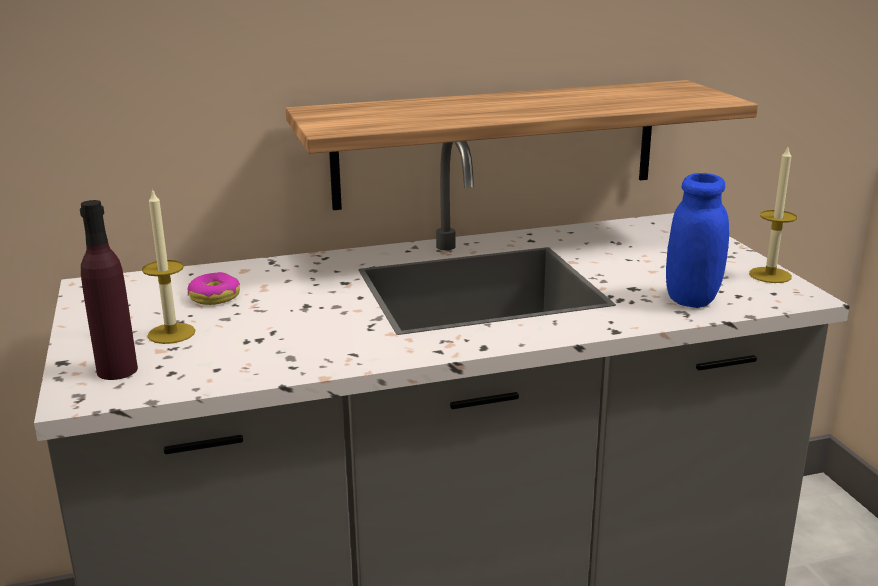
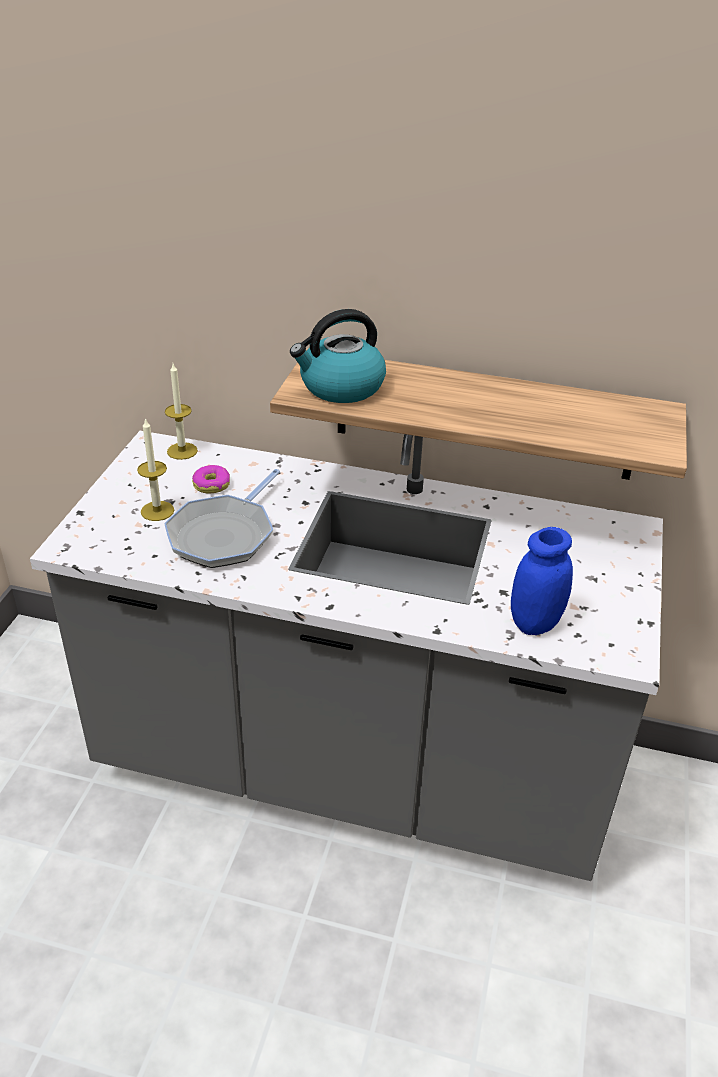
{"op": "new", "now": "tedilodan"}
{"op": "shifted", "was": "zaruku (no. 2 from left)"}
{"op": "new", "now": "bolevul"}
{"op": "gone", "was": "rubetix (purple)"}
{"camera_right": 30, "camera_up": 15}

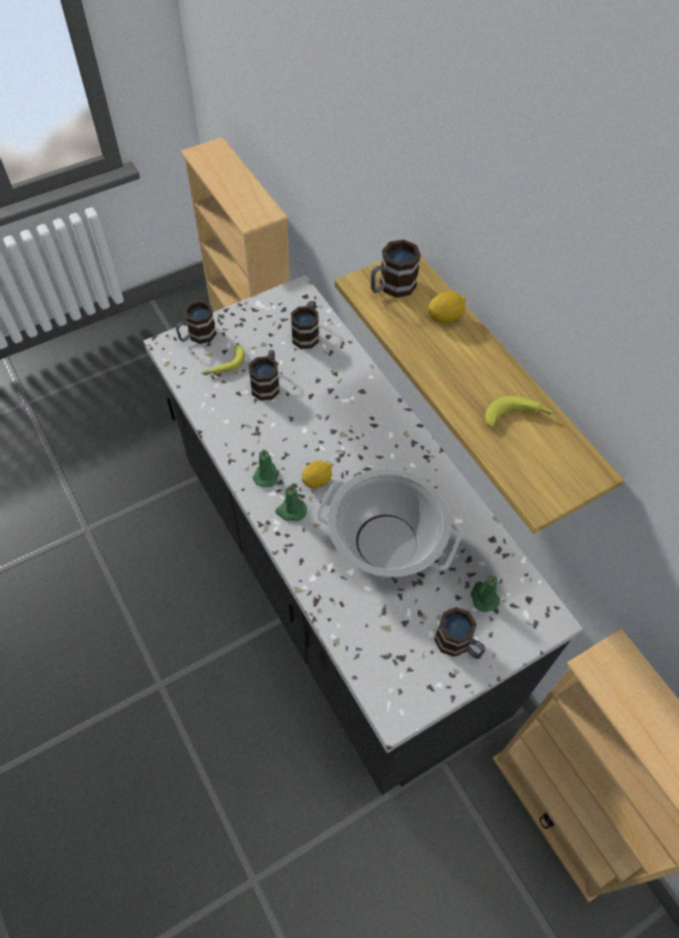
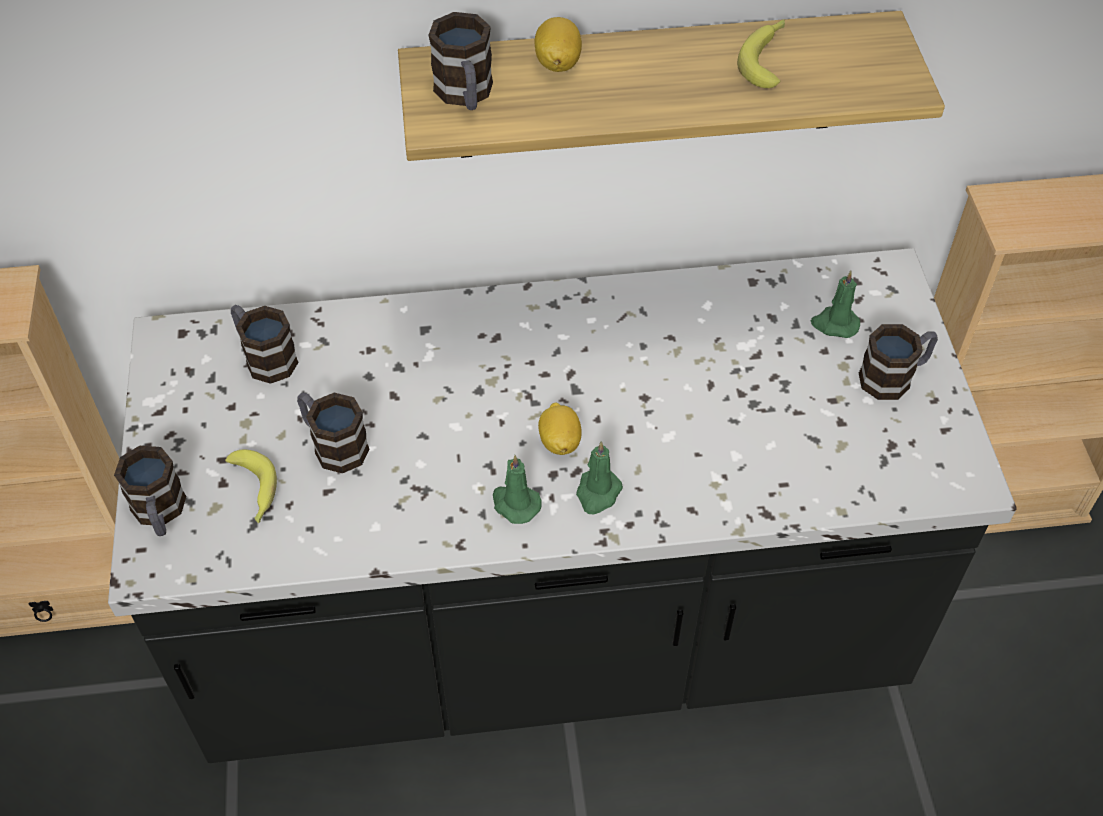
{"op": "gone", "was": "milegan"}
{"camera_right": -65, "camera_up": -5}

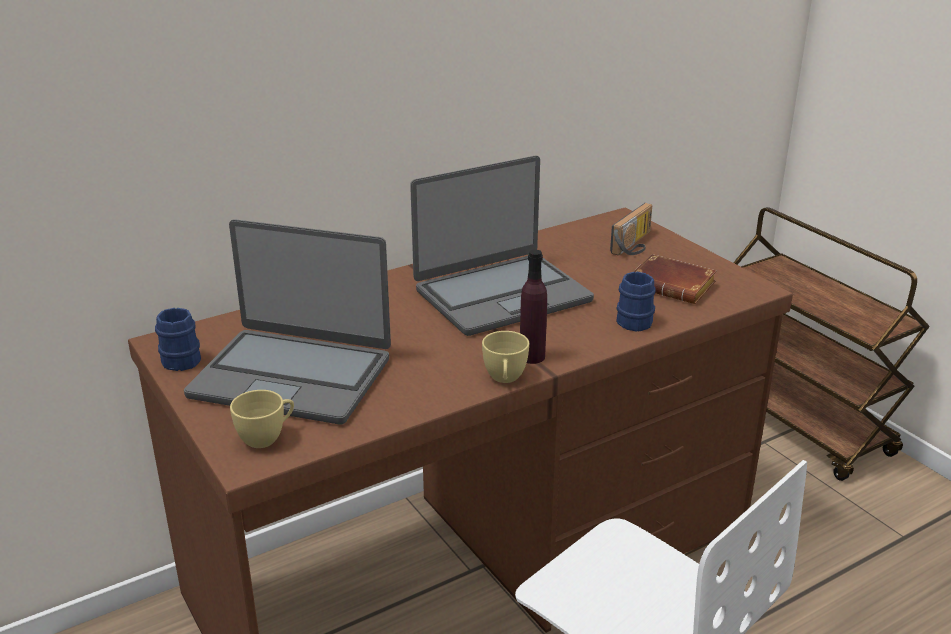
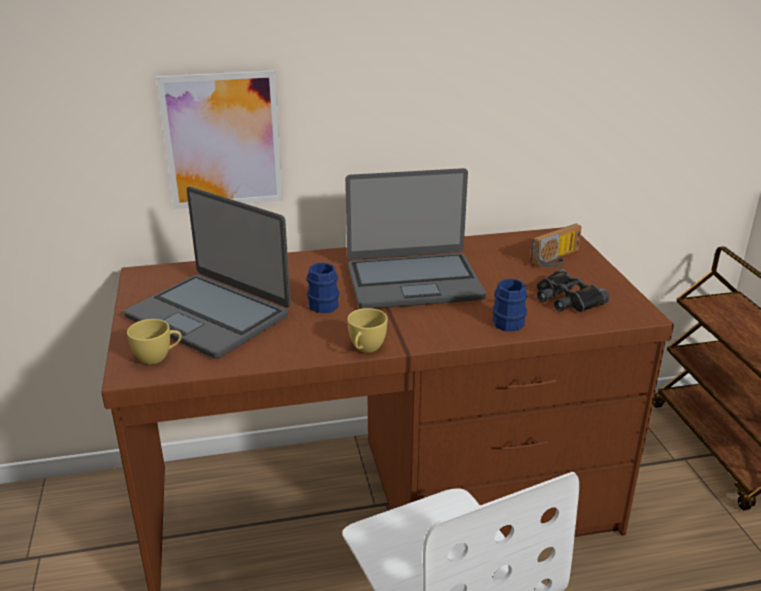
{"op": "new", "now": "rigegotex"}
{"op": "shifted", "was": "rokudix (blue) (no. 1 from left)"}
{"op": "swapped", "was": "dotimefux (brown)", "now": "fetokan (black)"}
{"op": "gone", "was": "rubetix (purple)"}
{"camera_right": 20, "camera_up": 0}

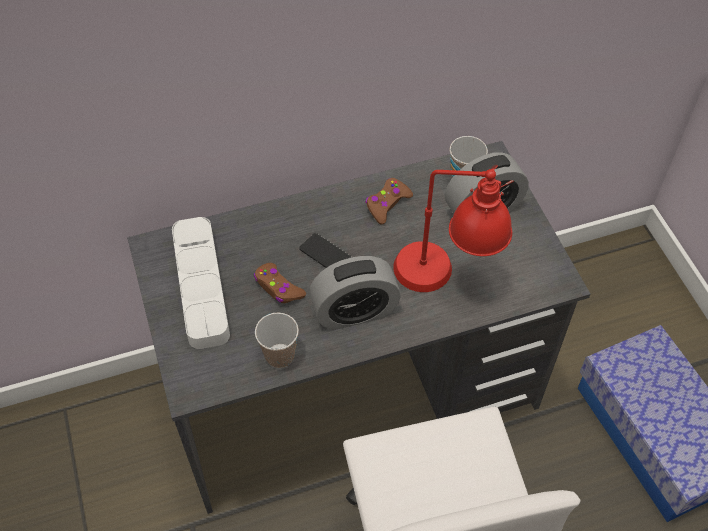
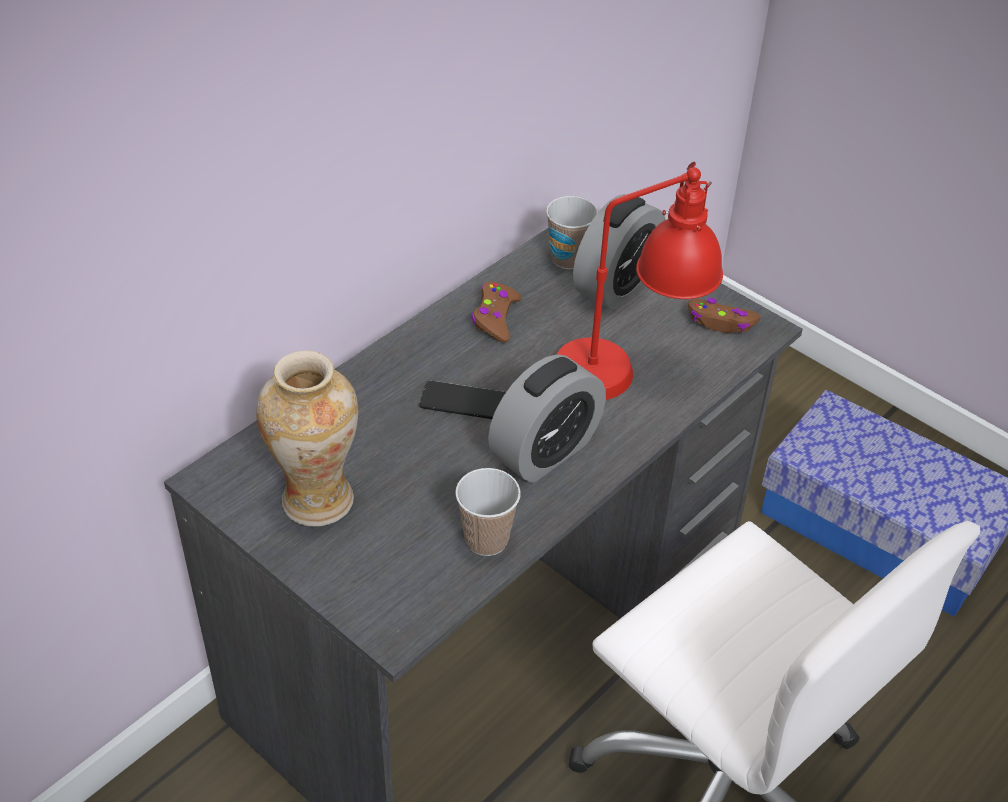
{"op": "swapped", "was": "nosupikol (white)", "now": "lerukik"}
{"op": "shifted", "was": "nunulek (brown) (no. 1 from left in the first image)", "now": "nunulek (brown) (no. 2 from left)"}
{"camera_right": -30, "camera_up": -10}

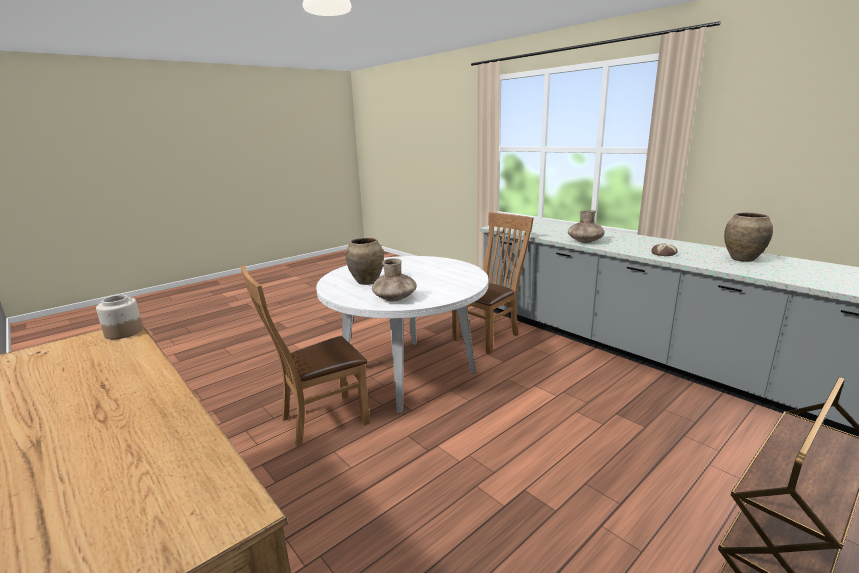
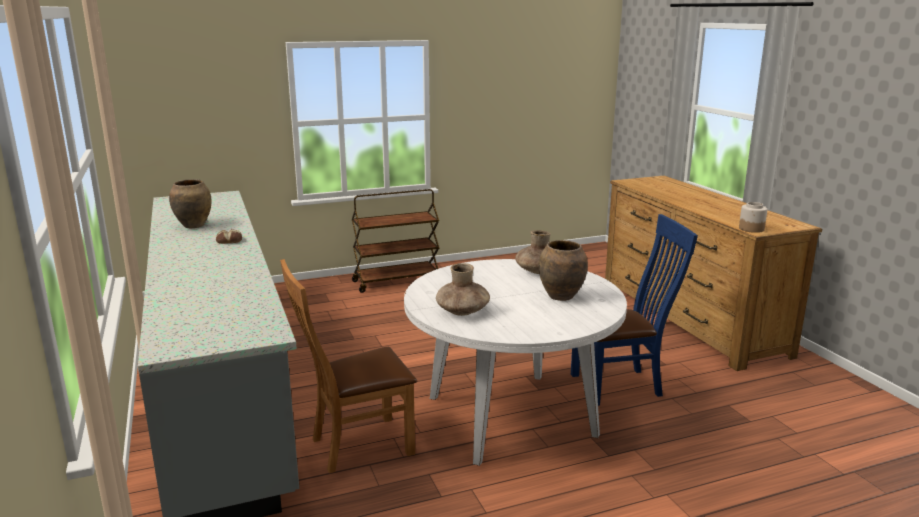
{"op": "shifted", "was": "lerukik (brown) (no. 3 from left in the first image)", "now": "lerukik (brown) (no. 2 from left)"}
{"op": "repainted", "was": "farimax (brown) (no. 1 from left)", "now": "farimax (blue)"}
{"camera_right": -160, "camera_up": 0}

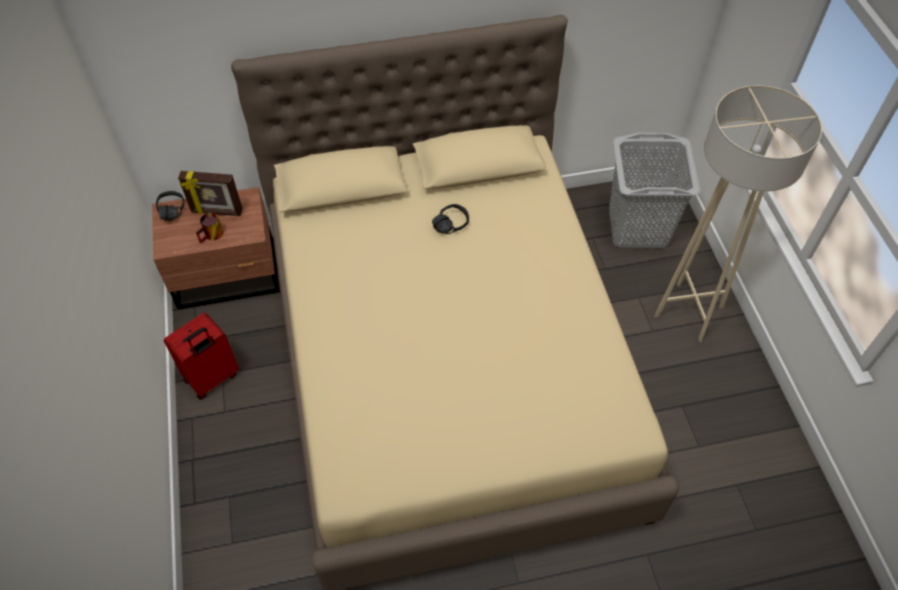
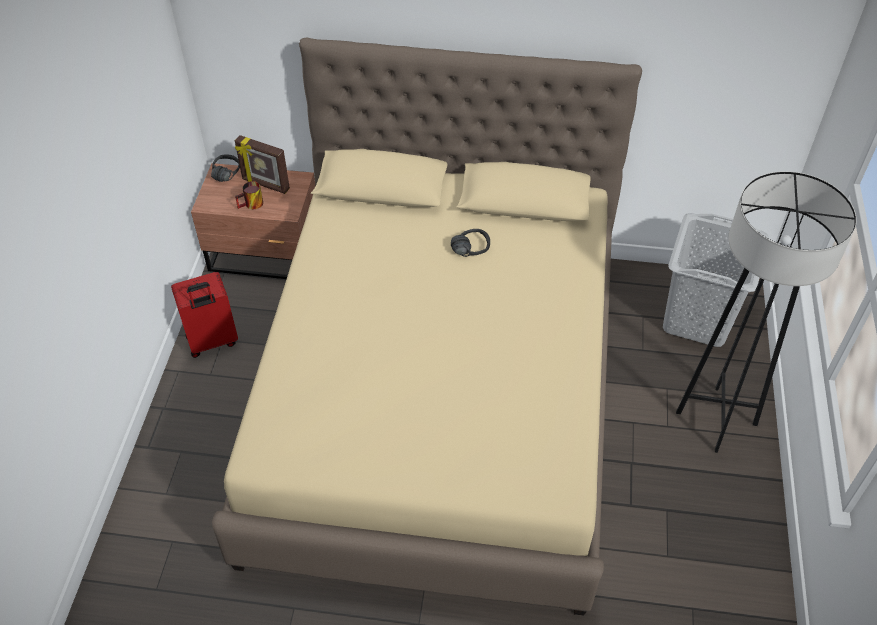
{"op": "repainted", "was": "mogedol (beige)", "now": "mogedol (black)"}
{"camera_right": 20, "camera_up": -5}

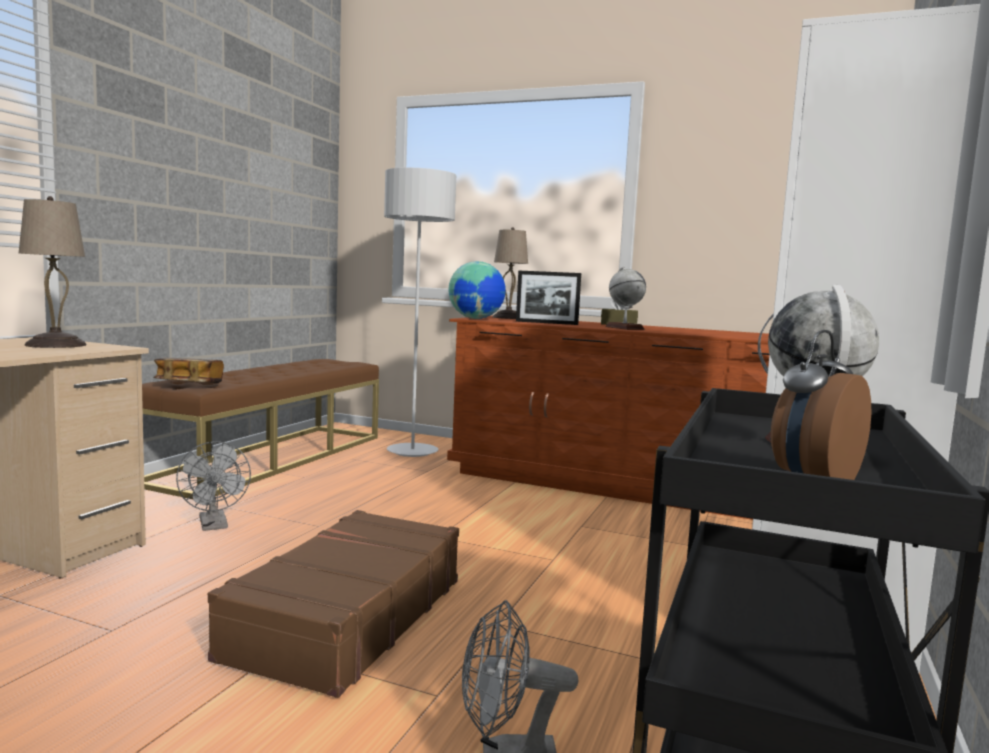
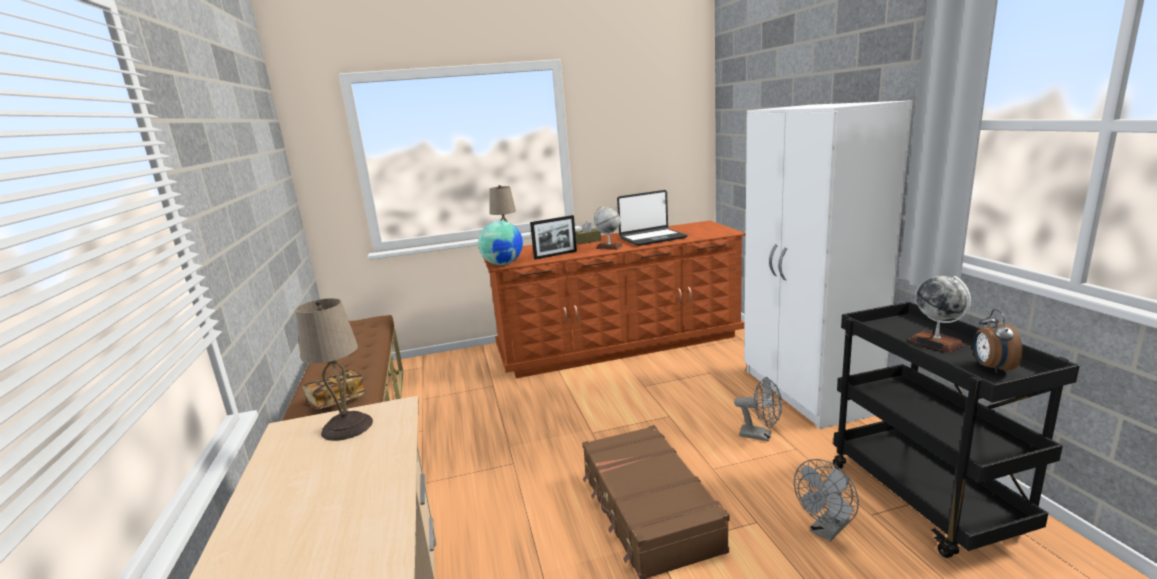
{"op": "new", "now": "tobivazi"}
{"op": "shifted", "was": "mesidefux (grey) (no. 1 from left)"}
{"op": "gone", "was": "mogedol (grey)"}
{"camera_right": -35, "camera_up": 10}

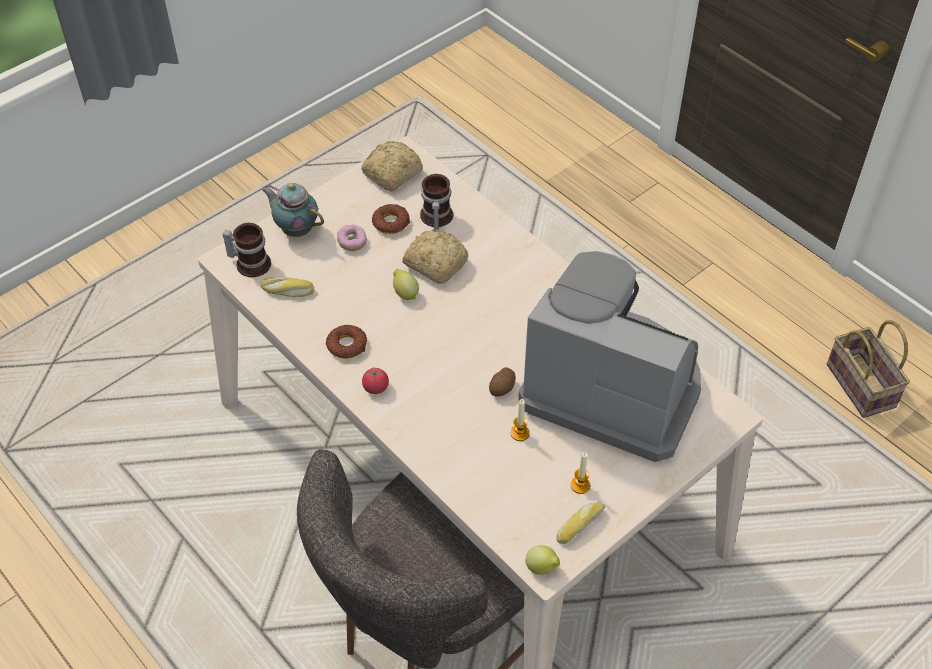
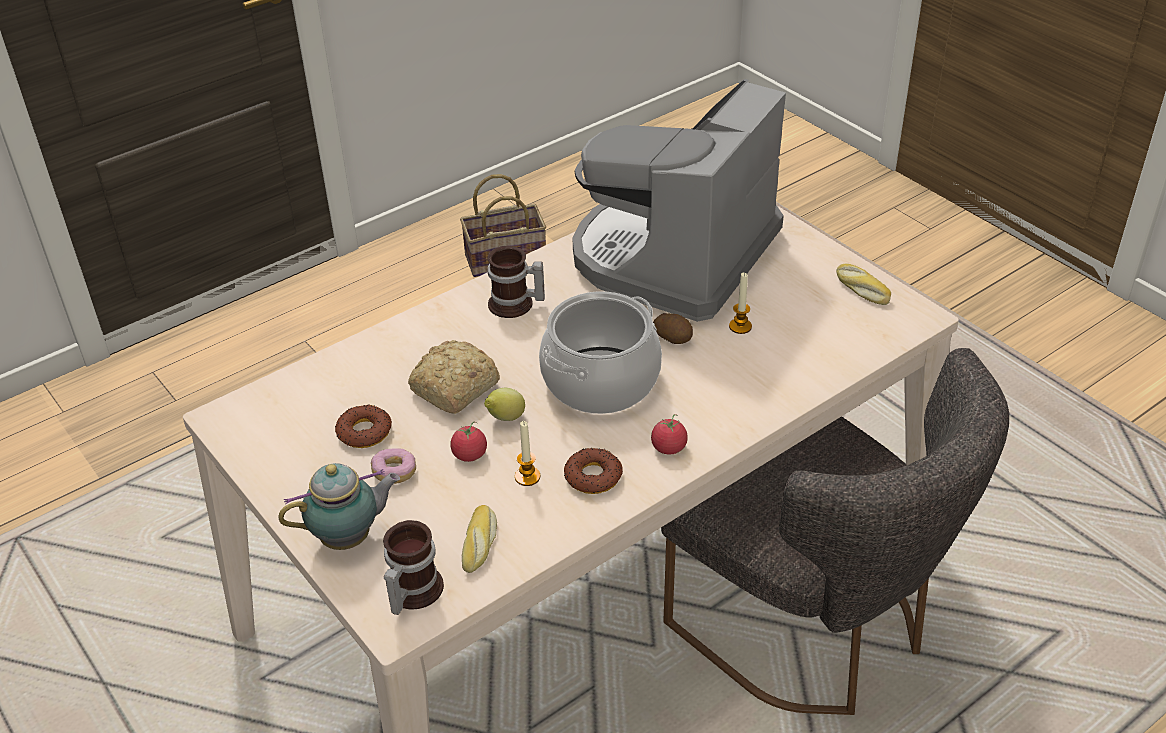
{"op": "rotated", "was": "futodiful", "clockwise": -150}
{"op": "new", "now": "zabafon (no. 1 from left)"}
{"op": "shifted", "was": "rokudix (no. 2 from left)"}
{"op": "shifted", "was": "zaruku (no. 2 from left in the first image)", "now": "zaruku (no. 1 from left)"}
{"op": "new", "now": "milegan"}
{"op": "gone", "was": "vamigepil (no. 2 from left)"}
{"op": "gone", "was": "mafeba (no. 2 from left)"}
{"camera_right": -85, "camera_up": -10}

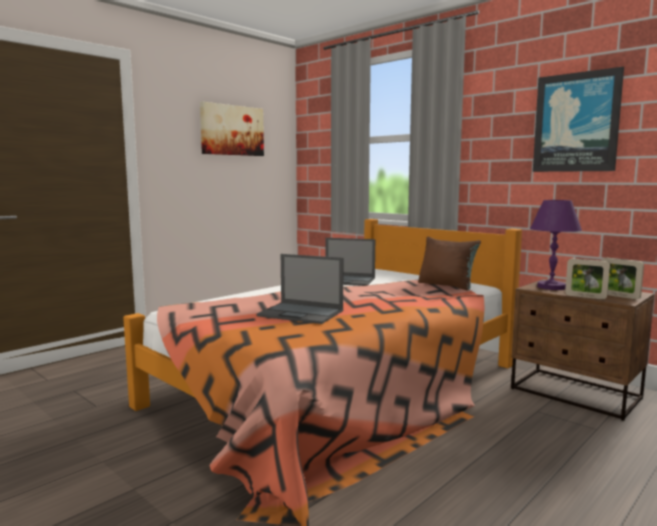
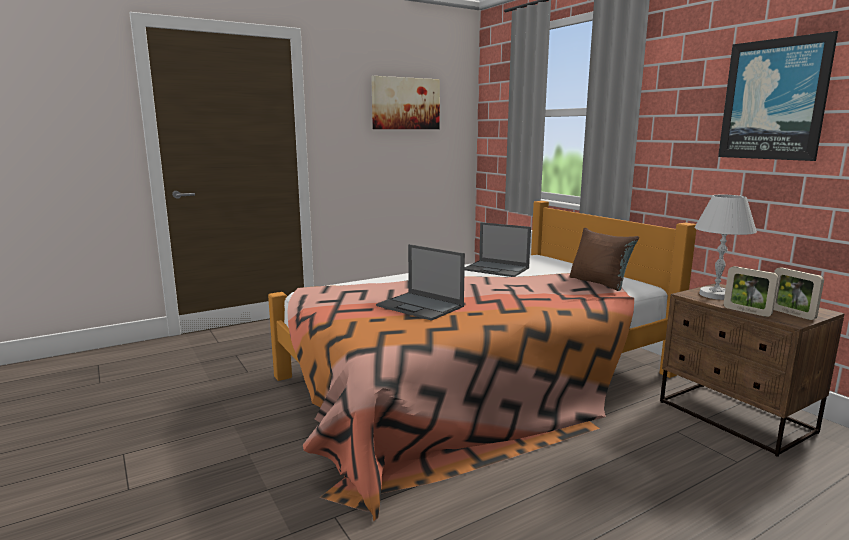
{"op": "repainted", "was": "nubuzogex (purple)", "now": "nubuzogex (white)"}
{"camera_right": 15, "camera_up": 5}

